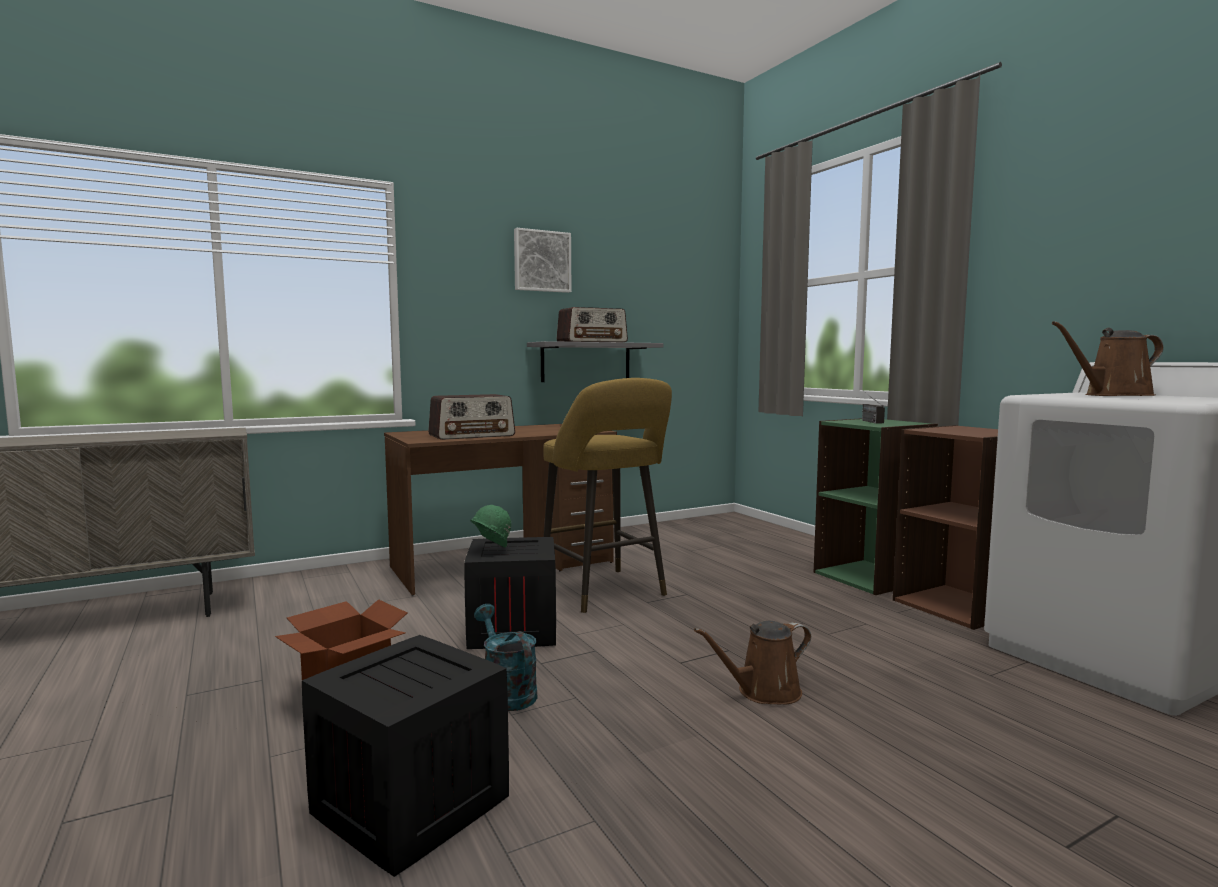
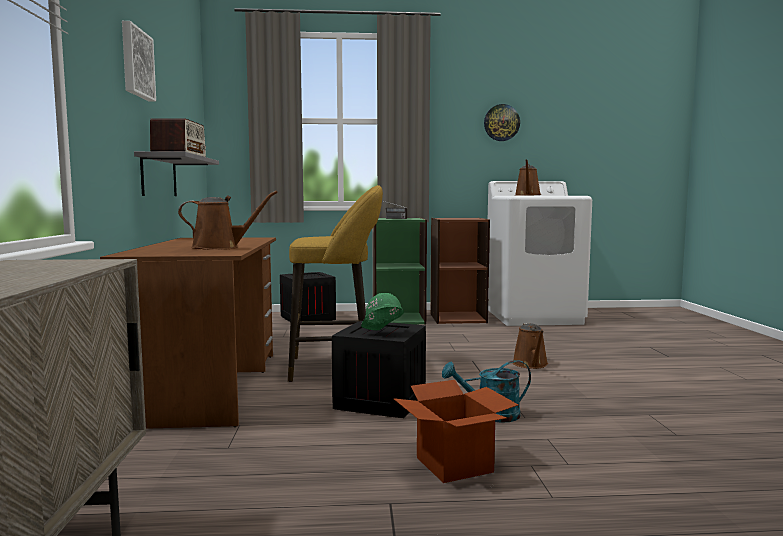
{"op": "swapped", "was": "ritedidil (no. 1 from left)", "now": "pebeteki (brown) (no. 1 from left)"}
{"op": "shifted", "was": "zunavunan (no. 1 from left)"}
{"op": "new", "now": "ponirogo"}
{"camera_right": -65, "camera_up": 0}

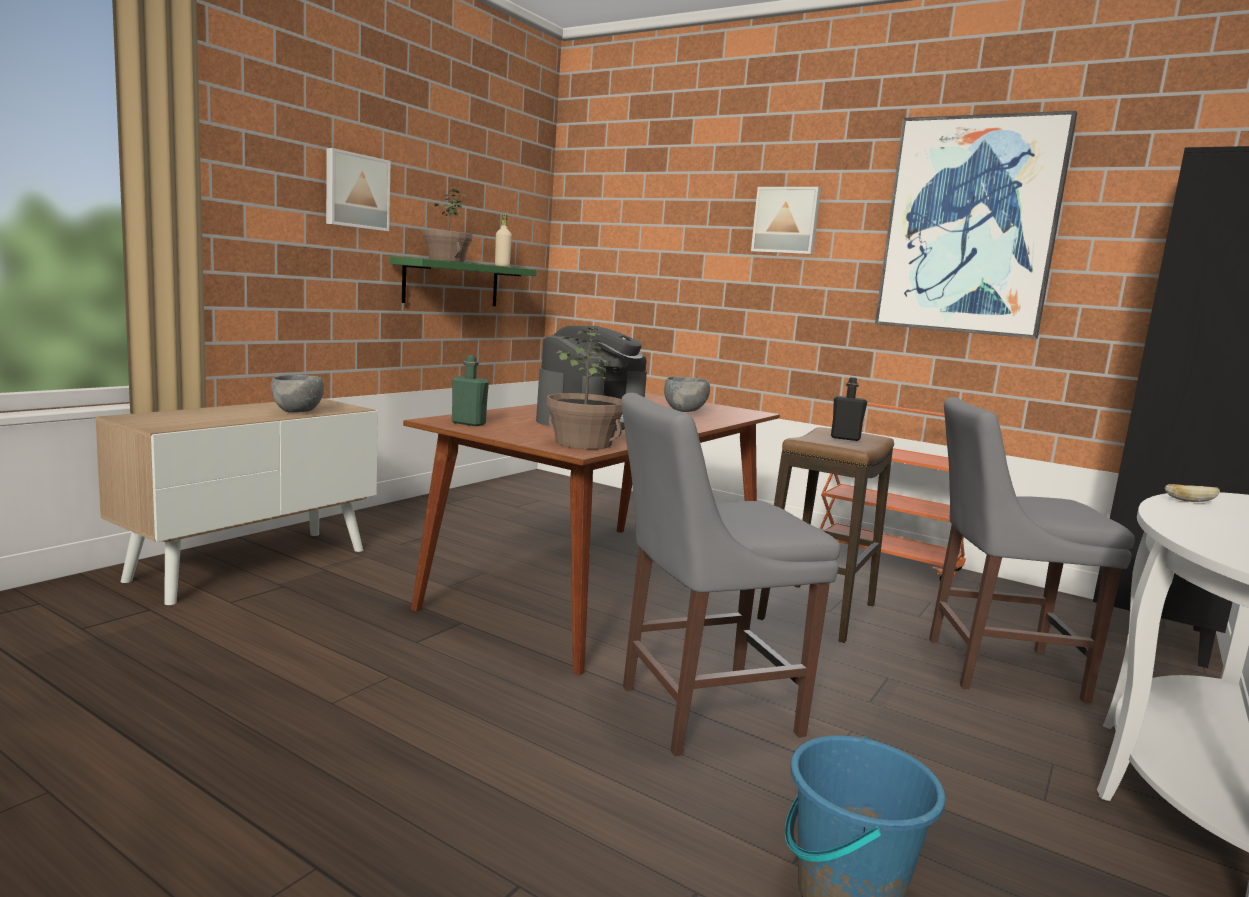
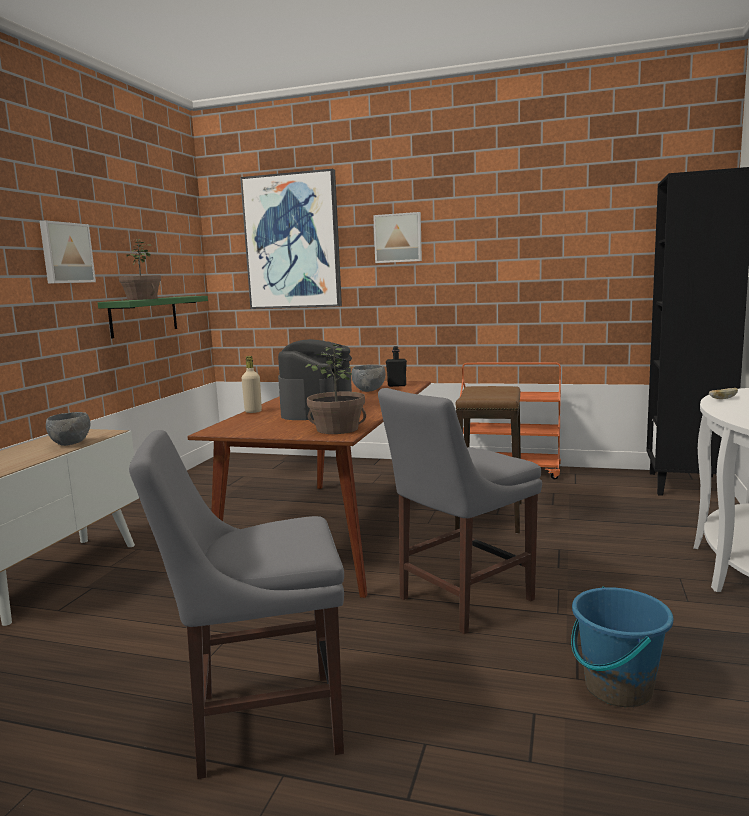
{"op": "shifted", "was": "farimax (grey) (no. 2 from left in the first image)", "now": "farimax (grey) (no. 1 from left)"}
{"op": "shifted", "was": "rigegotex (no. 3 from left in the first image)", "now": "rigegotex (no. 2 from left)"}
{"op": "shifted", "was": "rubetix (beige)"}
{"op": "shifted", "was": "rubetix (black)"}
{"op": "gone", "was": "rubetix (green)"}
{"camera_right": -15, "camera_up": 0}

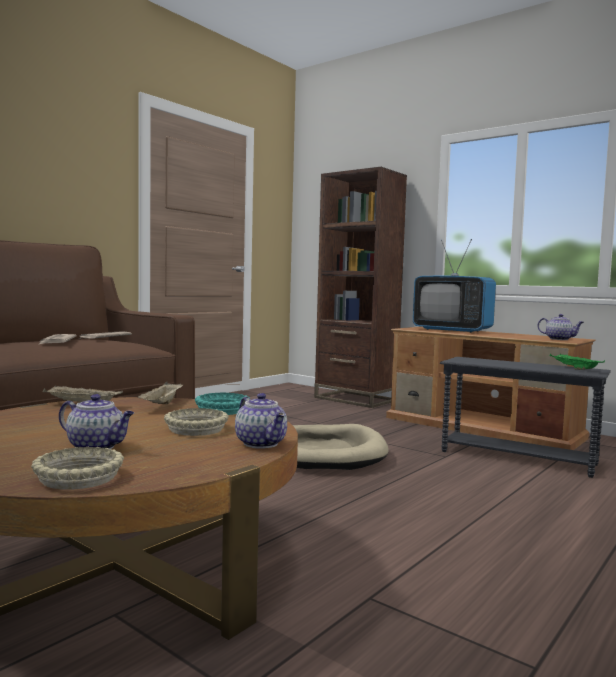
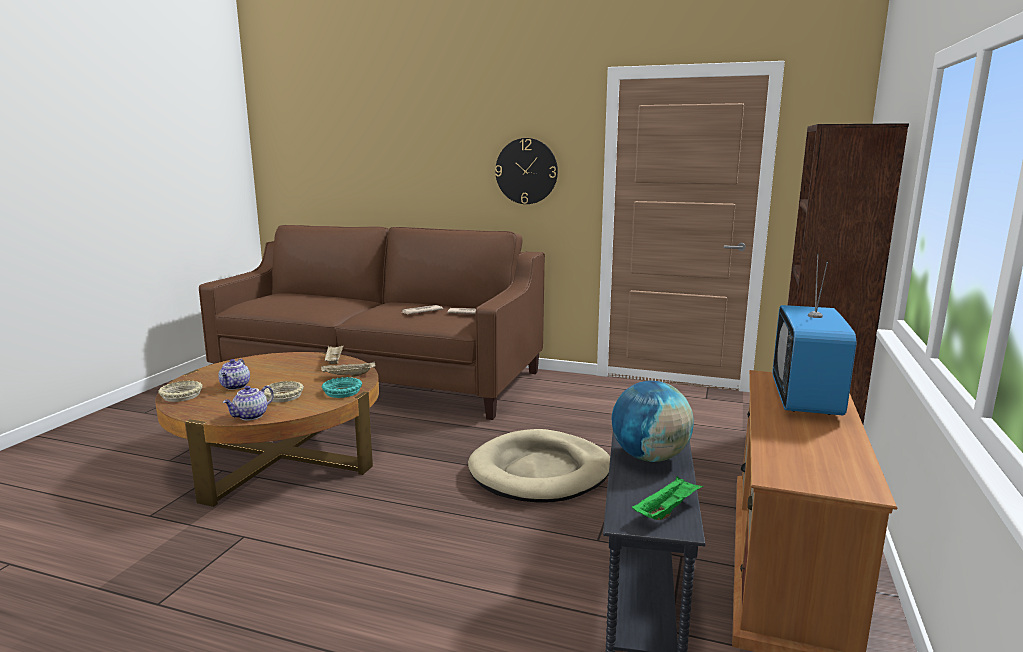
{"op": "new", "now": "ponirogo"}
{"op": "new", "now": "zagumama"}
{"op": "gone", "was": "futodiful (no. 3 from left)"}
{"camera_right": 70, "camera_up": 10}

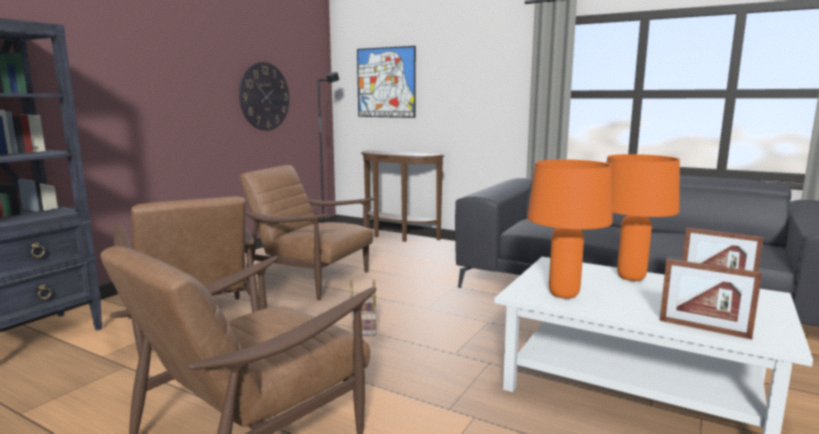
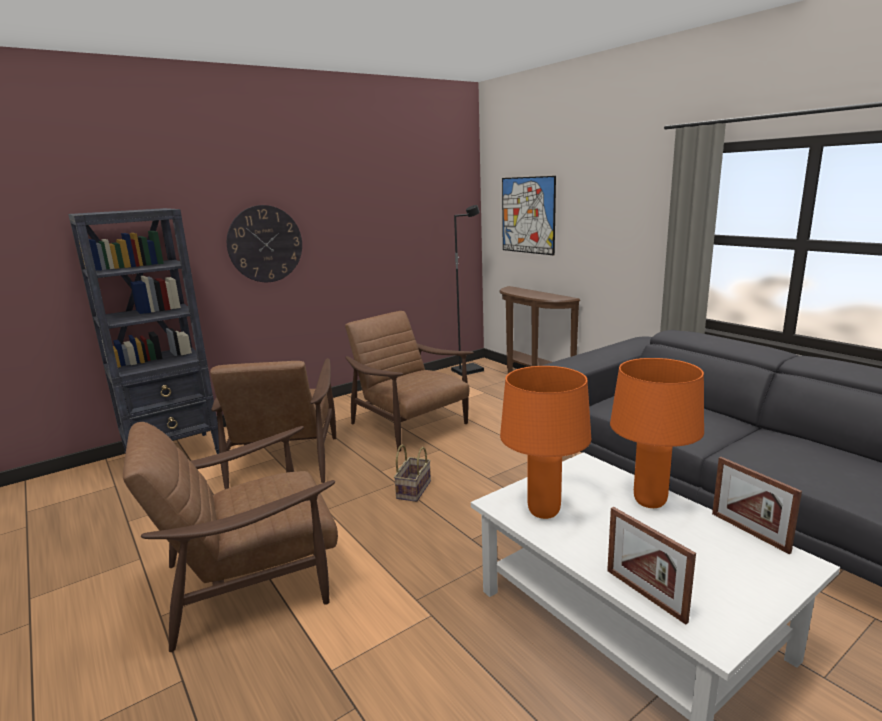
{"op": "shifted", "was": "ponirogo"}
{"camera_right": 25, "camera_up": 5}

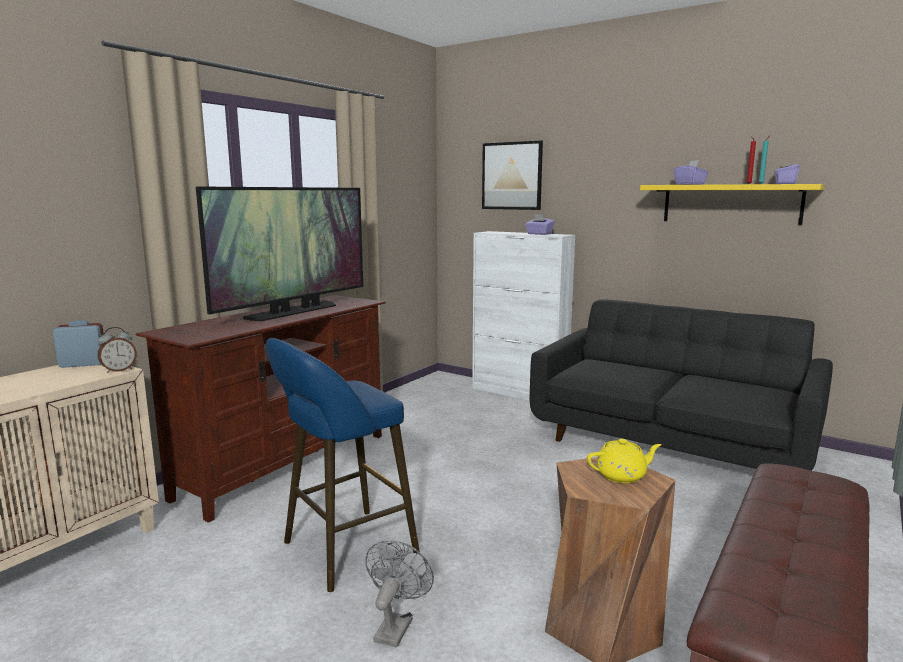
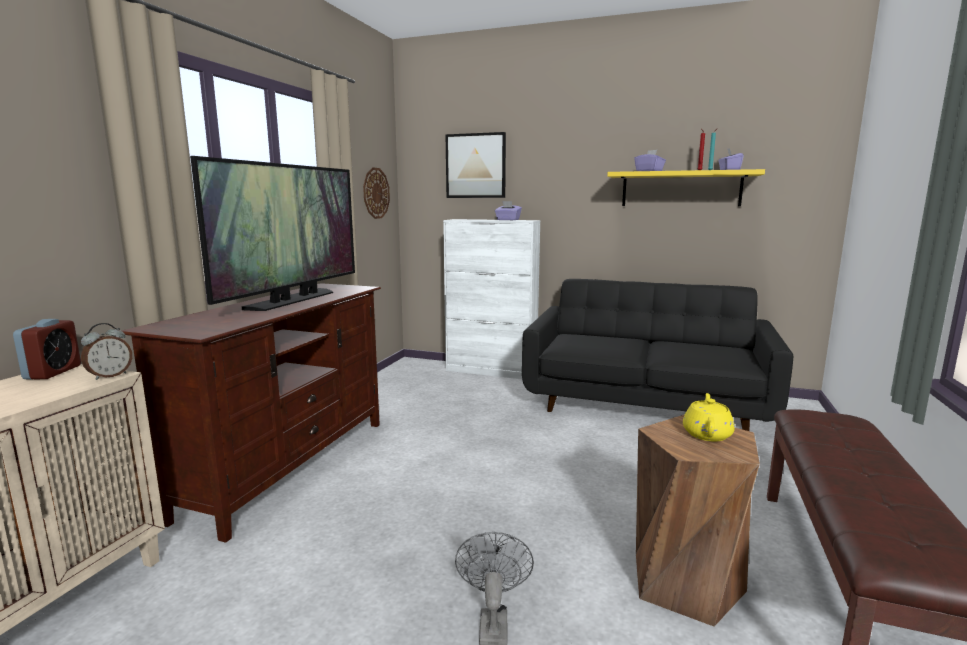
{"op": "rotated", "was": "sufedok (no. 1 from left)", "clockwise": 120}
{"op": "new", "now": "ponirogo"}
{"op": "rotated", "was": "futodiful (yellow)", "clockwise": -45}
{"op": "gone", "was": "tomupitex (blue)"}
{"camera_right": -15, "camera_up": 0}

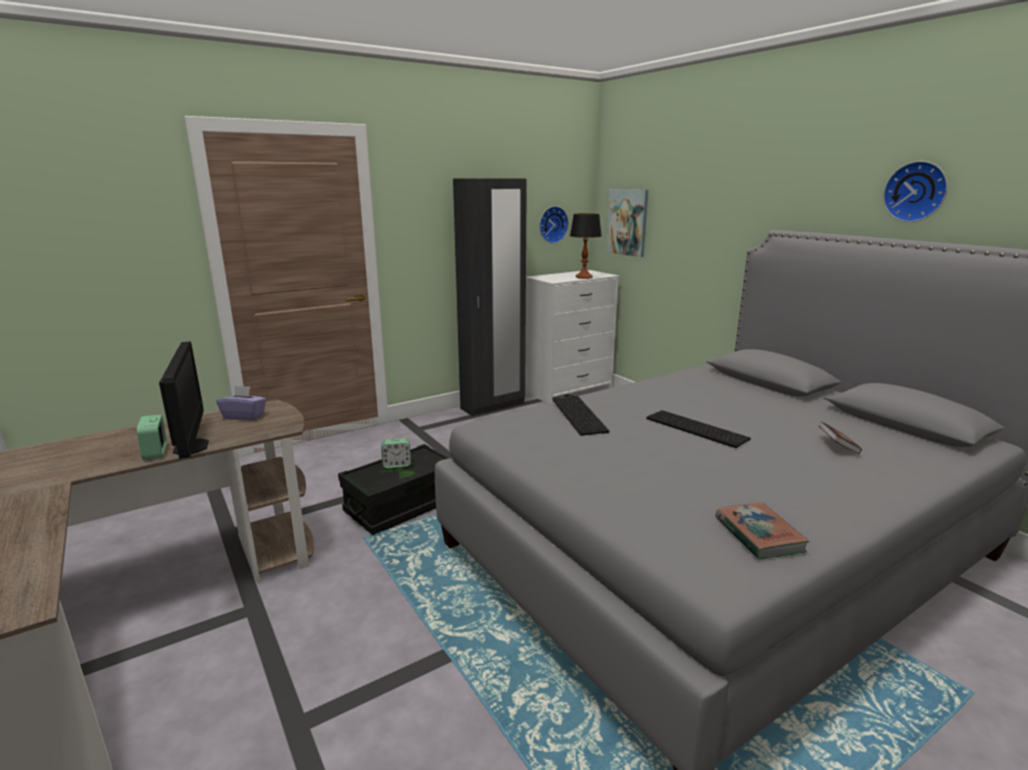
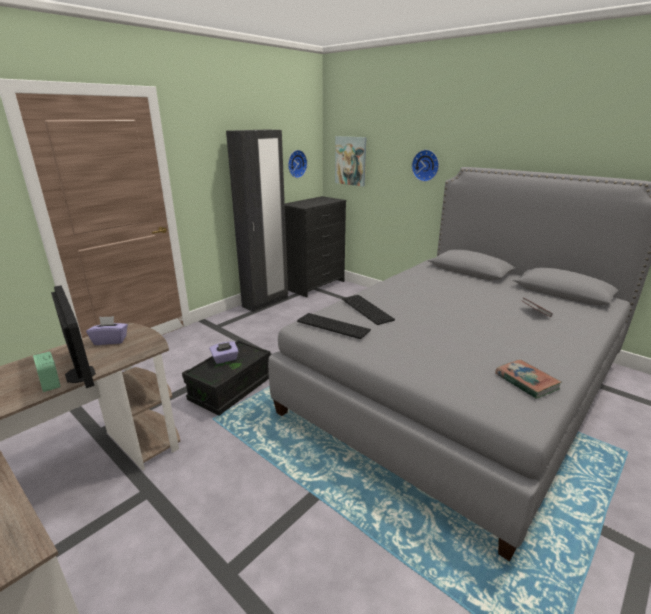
{"op": "swapped", "was": "sufedok (no. 2 from left)", "now": "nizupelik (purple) (no. 2 from left)"}
{"op": "repainted", "was": "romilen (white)", "now": "romilen (black)"}
{"op": "shifted", "was": "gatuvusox (no. 2 from left in the first image)", "now": "gatuvusox (no. 1 from left)"}
{"op": "shifted", "was": "ponirogo (no. 2 from left)"}
{"op": "gone", "was": "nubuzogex"}
{"camera_right": -15, "camera_up": 5}

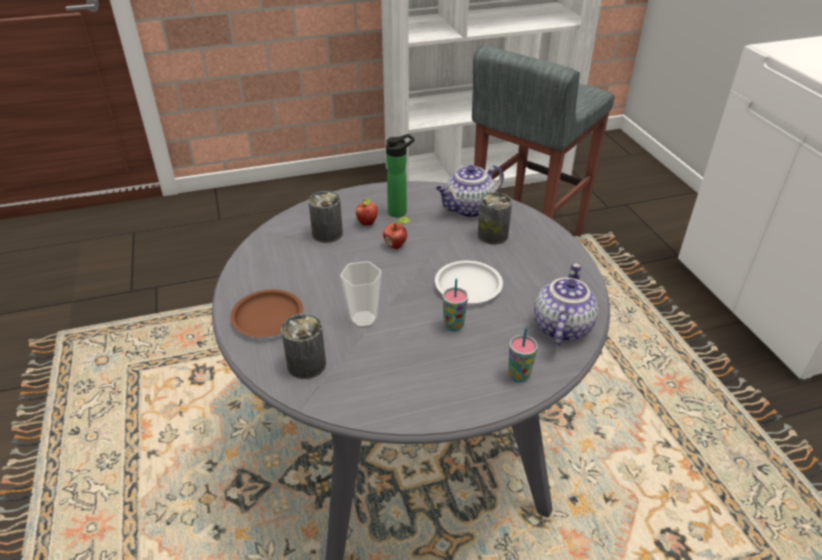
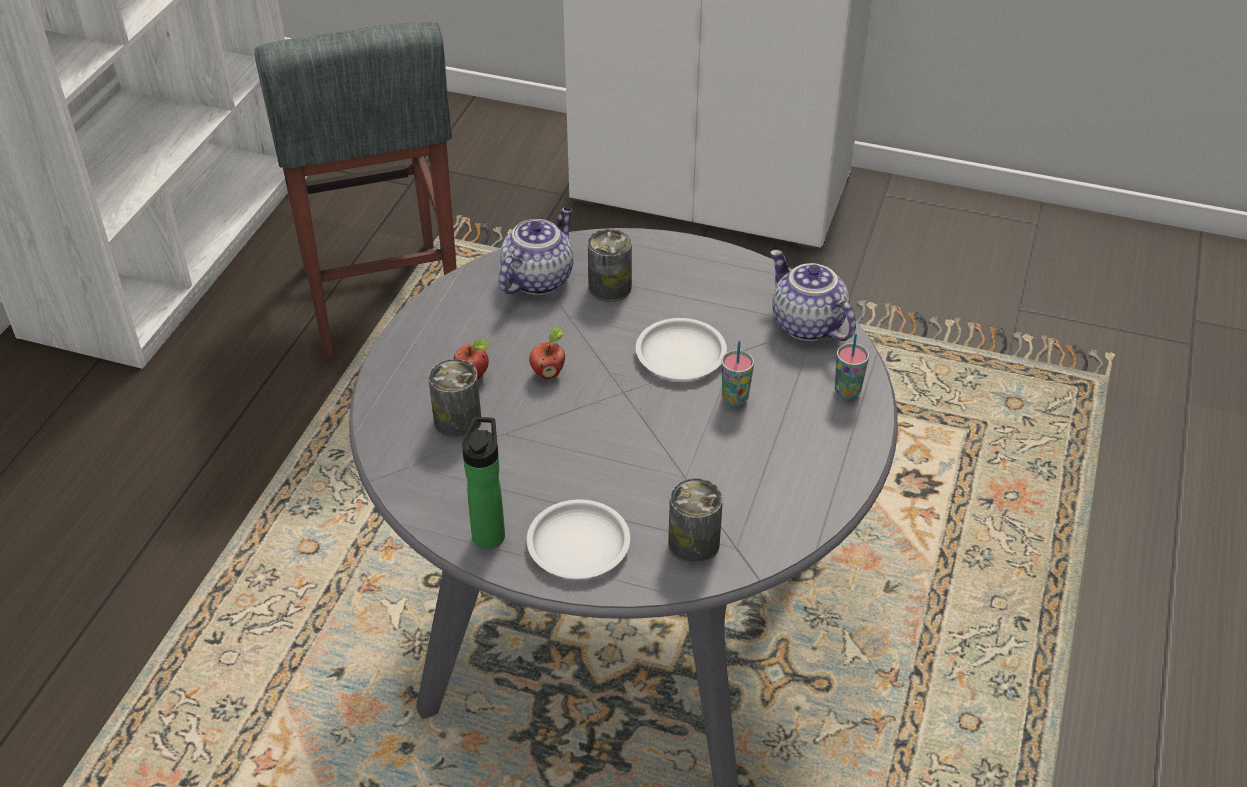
{"op": "shifted", "was": "rubetix"}
{"op": "rotated", "was": "futodiful (no. 1 from left)", "clockwise": -150}
{"op": "repainted", "was": "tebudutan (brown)", "now": "tebudutan (white) (no. 1 from left)"}
{"op": "gone", "was": "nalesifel (no. 1 from left)"}
{"camera_right": -55, "camera_up": 5}

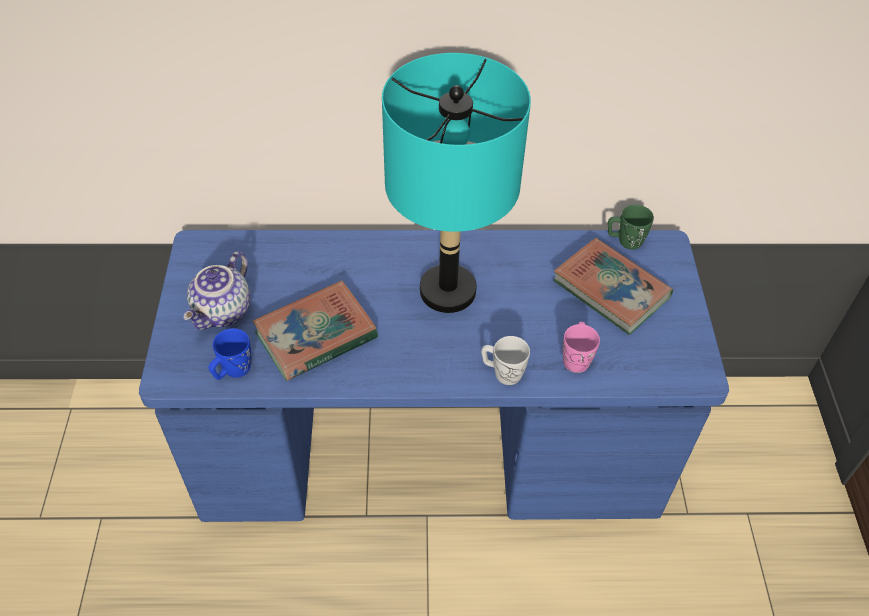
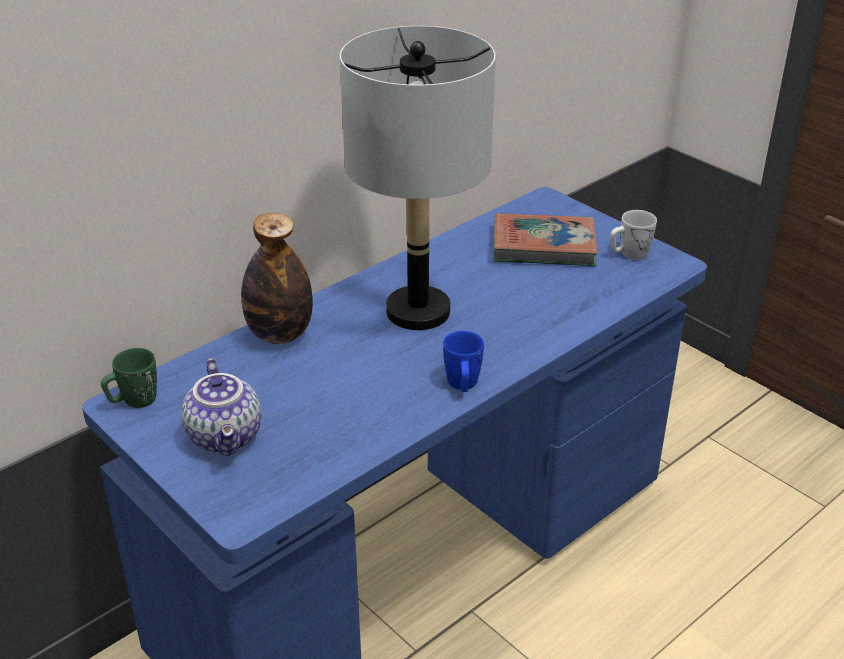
{"op": "shifted", "was": "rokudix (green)"}
{"op": "new", "now": "rubetix"}
{"op": "repainted", "was": "nubuzogex (turquoise)", "now": "nubuzogex (grey)"}
{"op": "shifted", "was": "rokudix (blue)"}
{"op": "shifted", "was": "rokudix (white)"}
{"op": "gone", "was": "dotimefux (no. 1 from left)"}
{"op": "gone", "was": "rokudix (pink)"}
{"camera_right": -40, "camera_up": -15}

